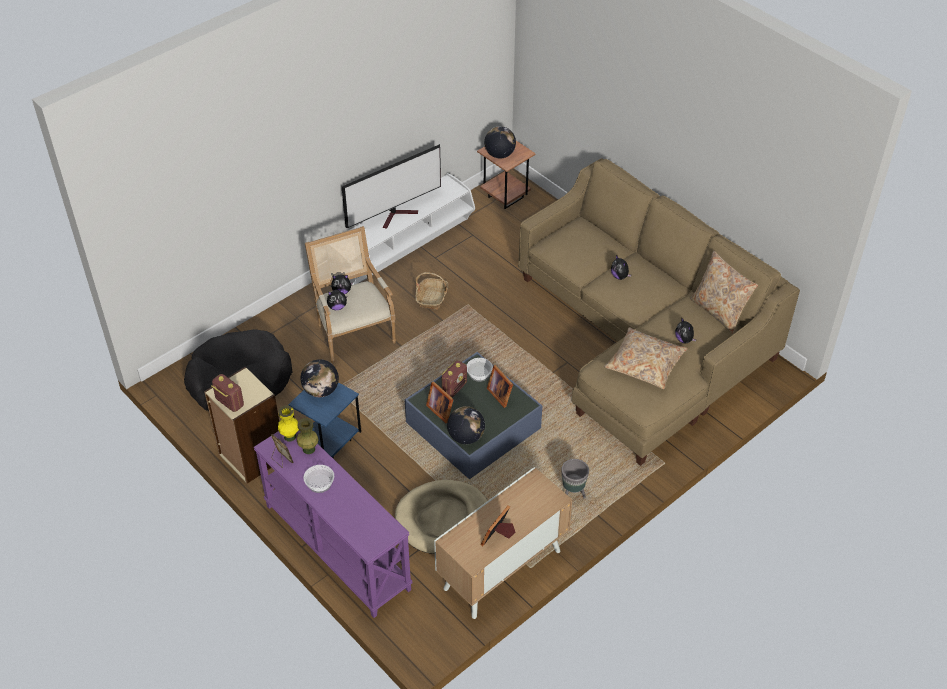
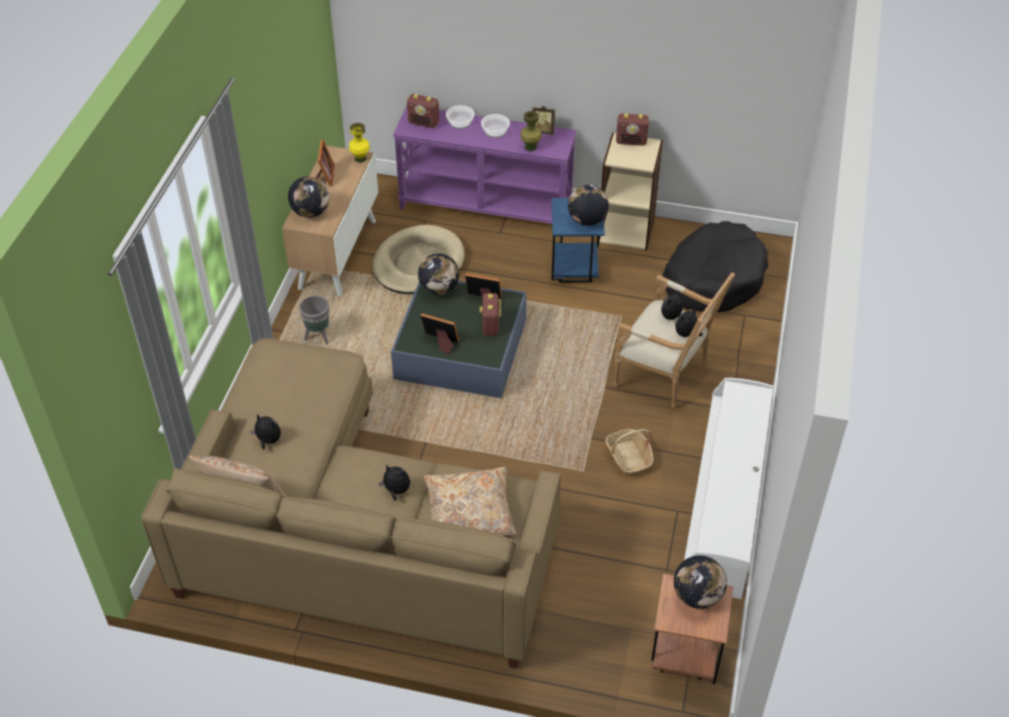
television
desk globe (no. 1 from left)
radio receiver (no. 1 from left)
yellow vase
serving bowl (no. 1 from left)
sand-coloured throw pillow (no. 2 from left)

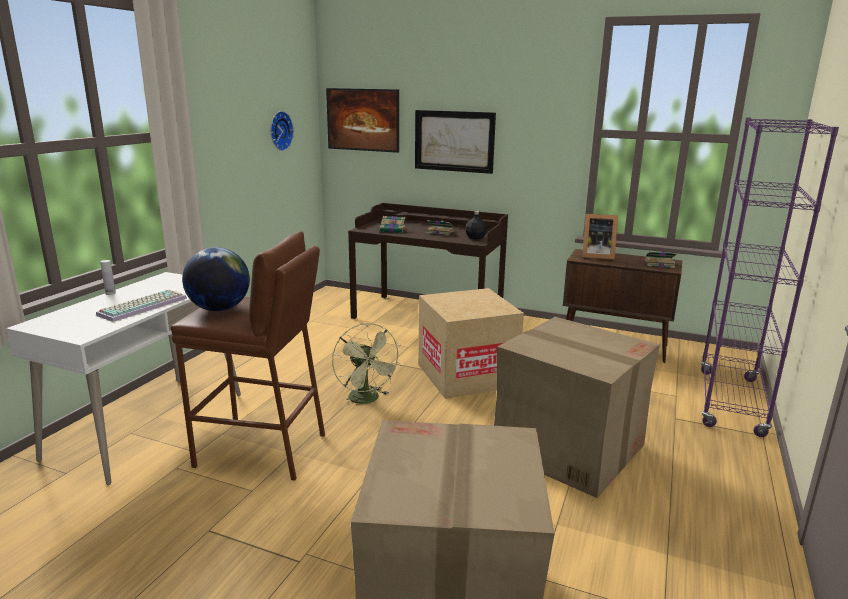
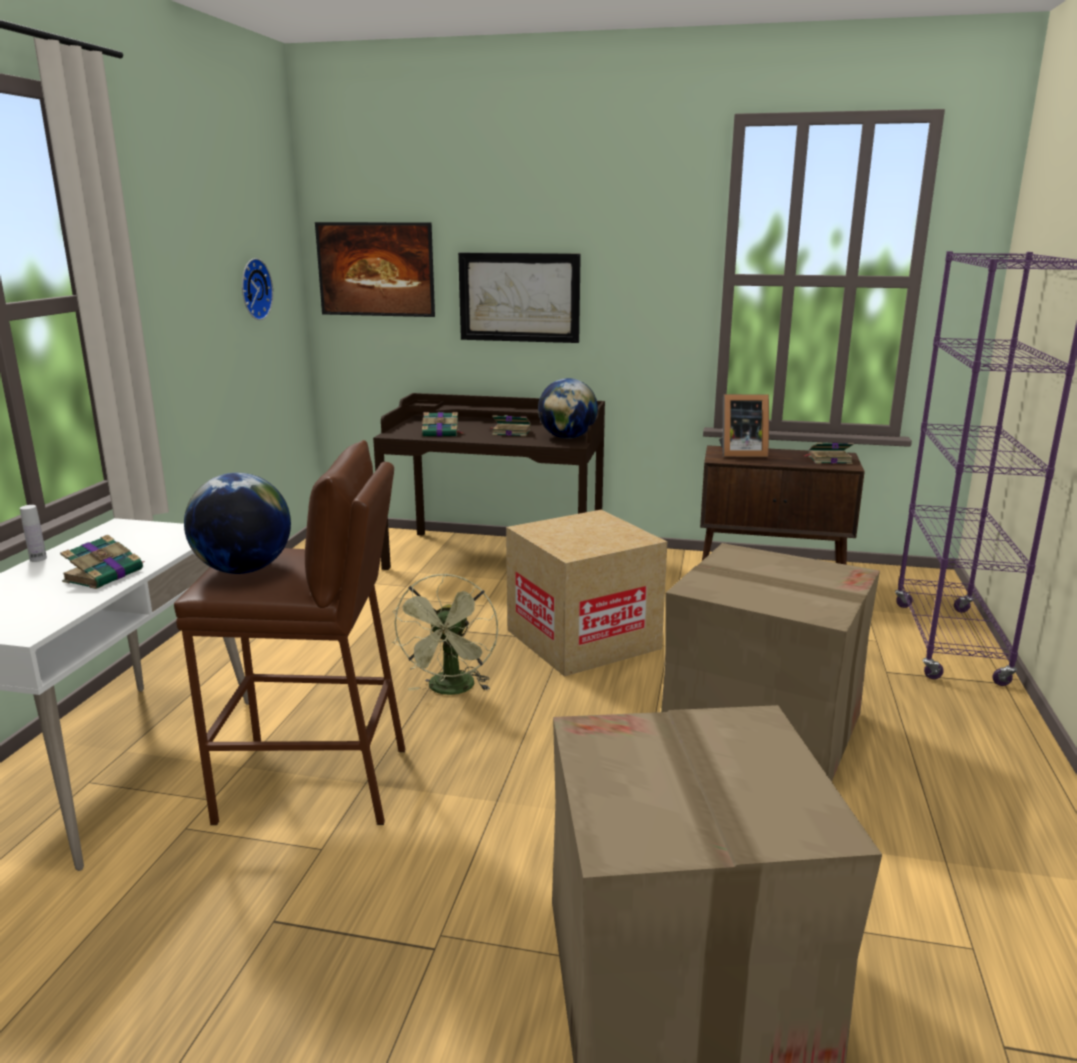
book (no. 1 from left)
desk globe (no. 2 from left)
green-coloured fan

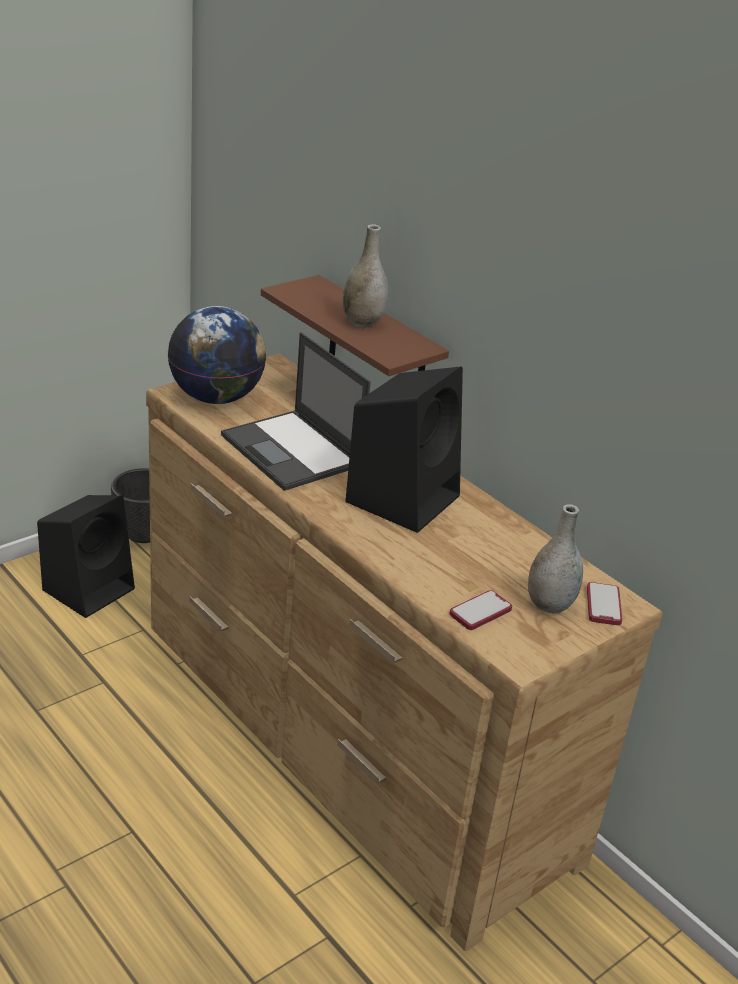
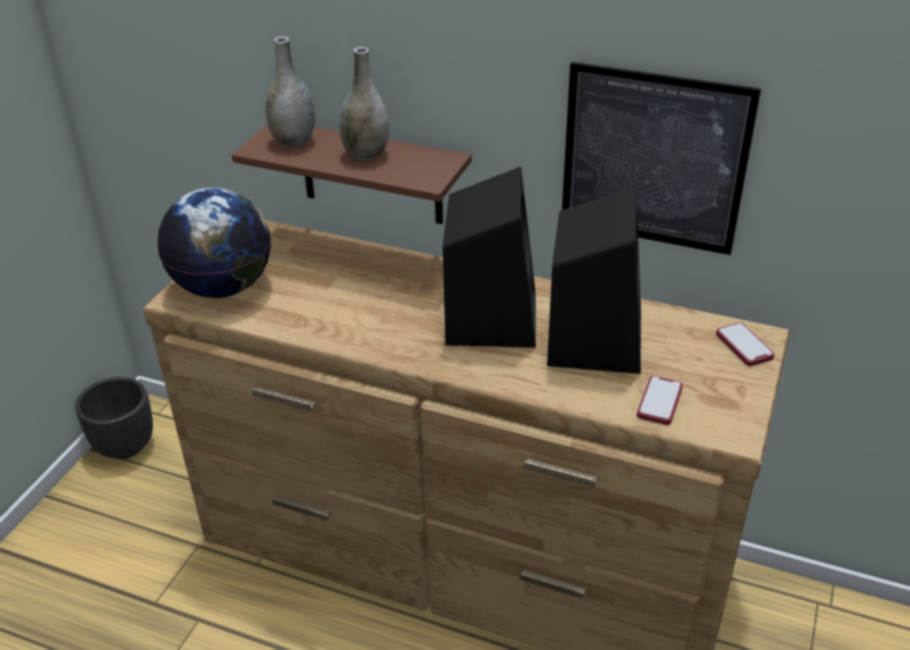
laptop
wall art
black-coloured speaker (no. 2 from left)
grey vase (no. 1 from left)

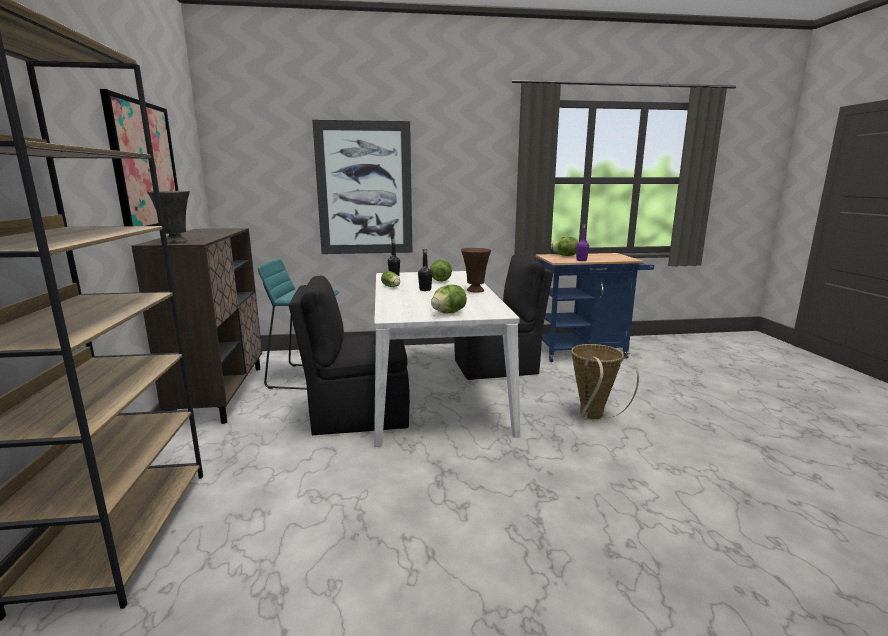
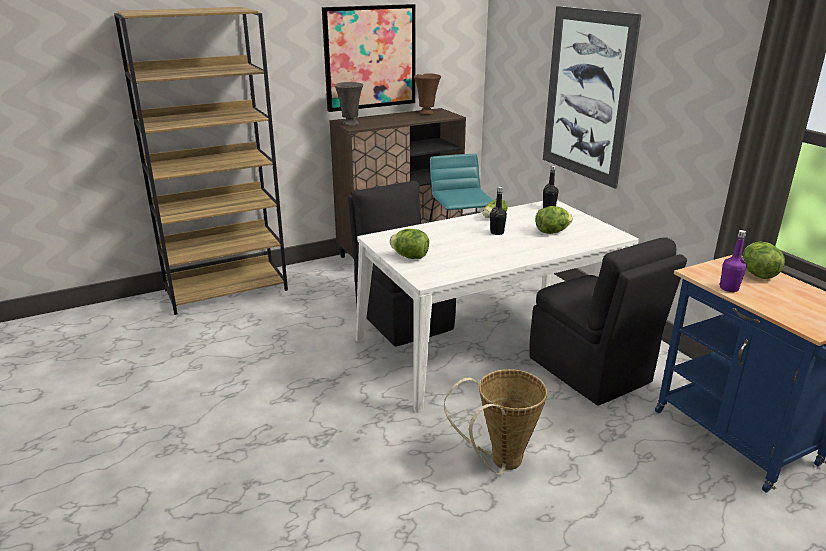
brownish vase

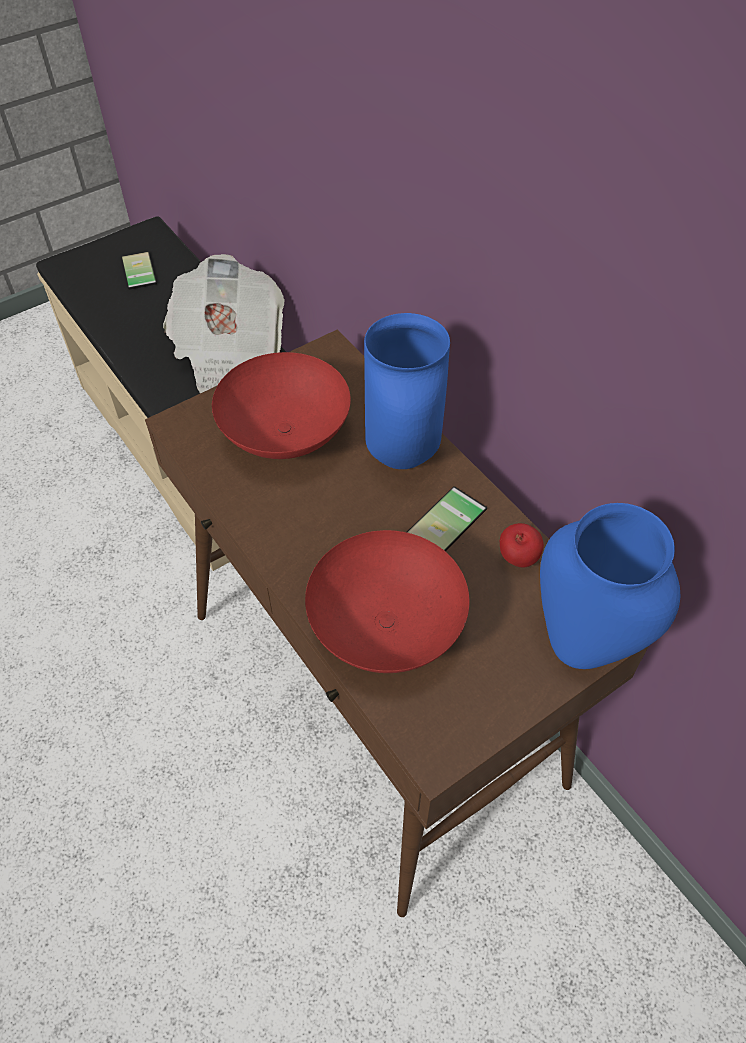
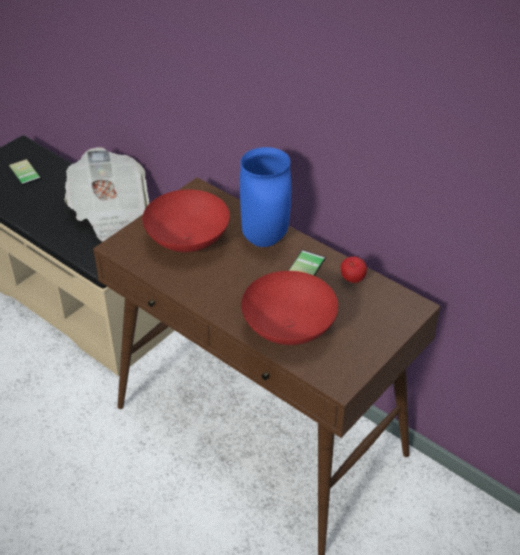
blue vase (no. 2 from left in the first image)

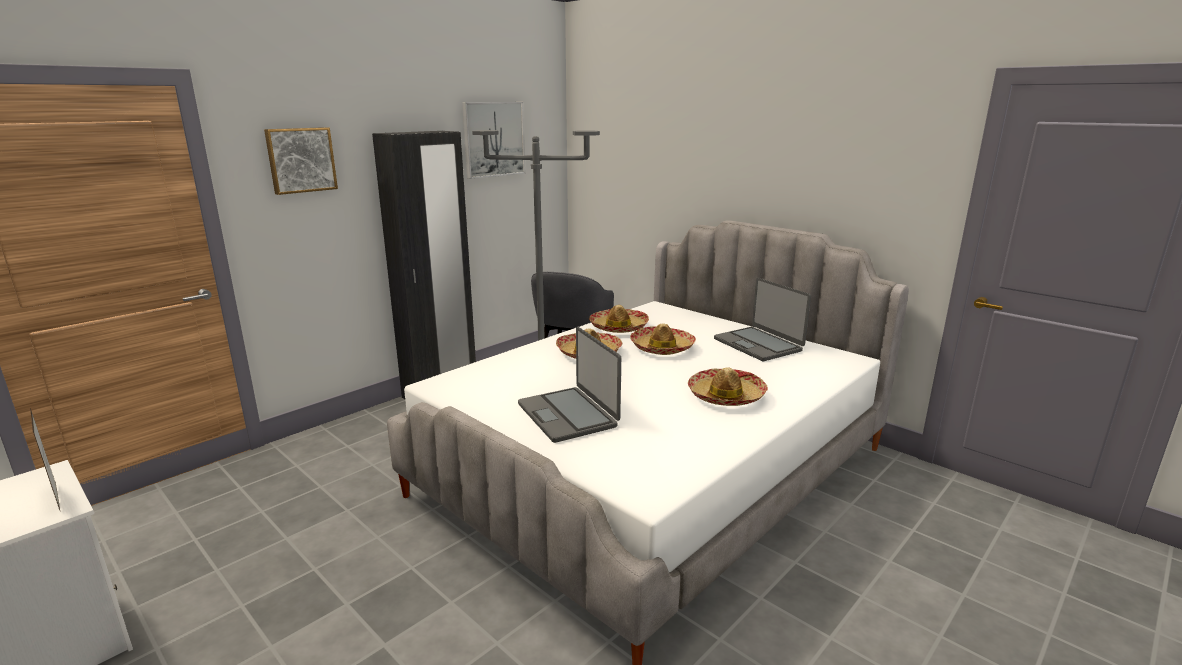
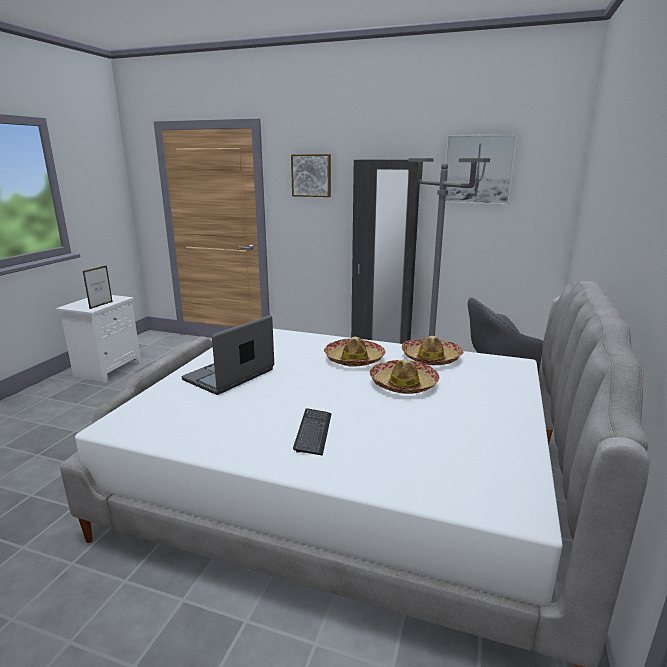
laptop (no. 2 from left in the first image)
keyboard

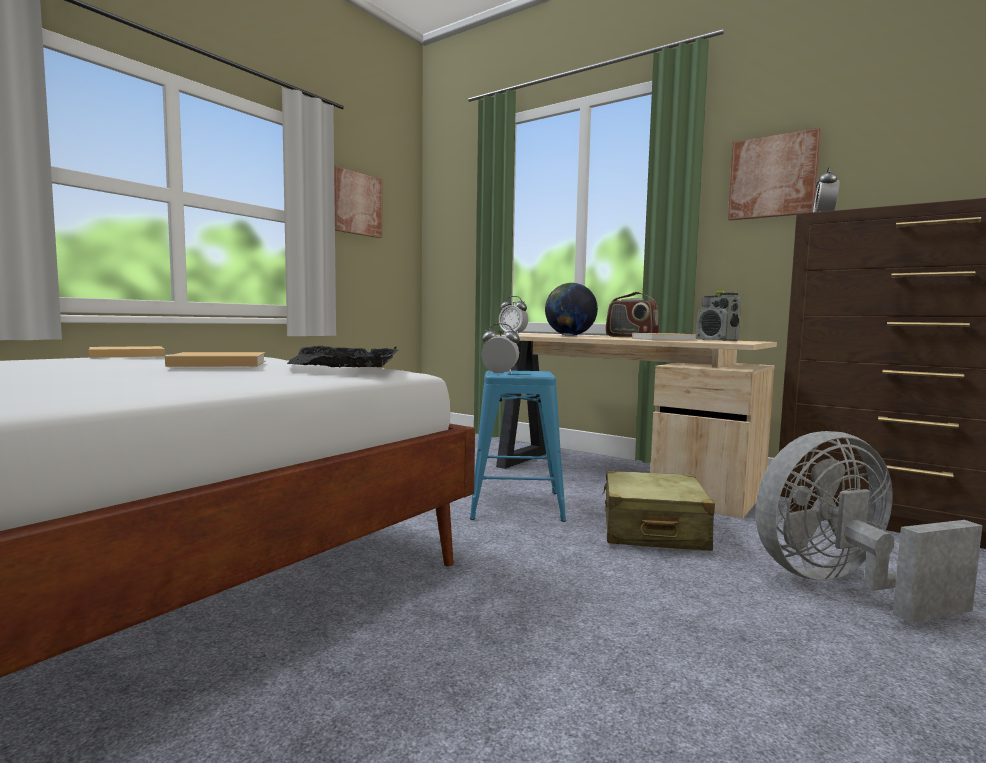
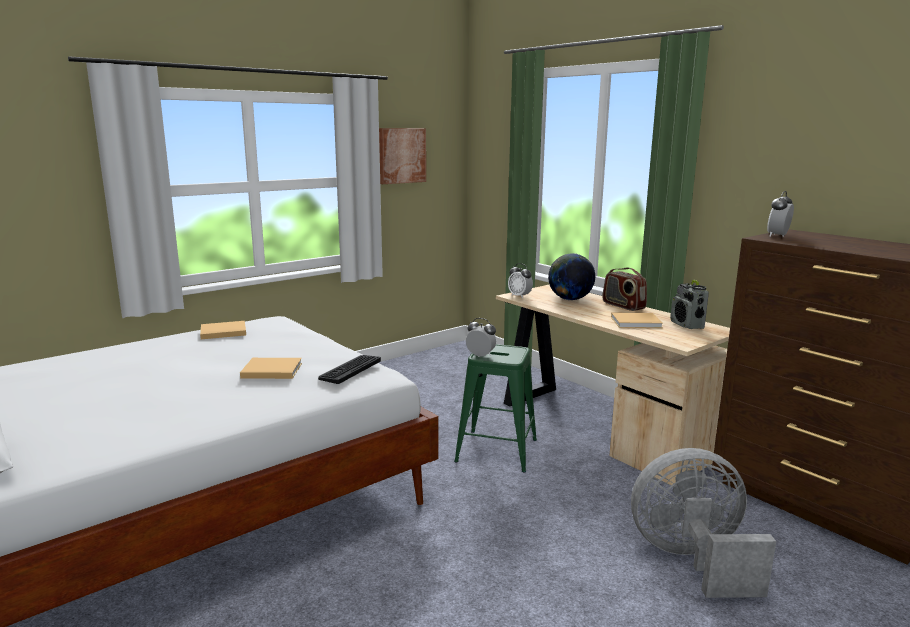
sand-coloured piece of luggage
wall art (no. 2 from left in the first image)
keyboard
green-coloured stool

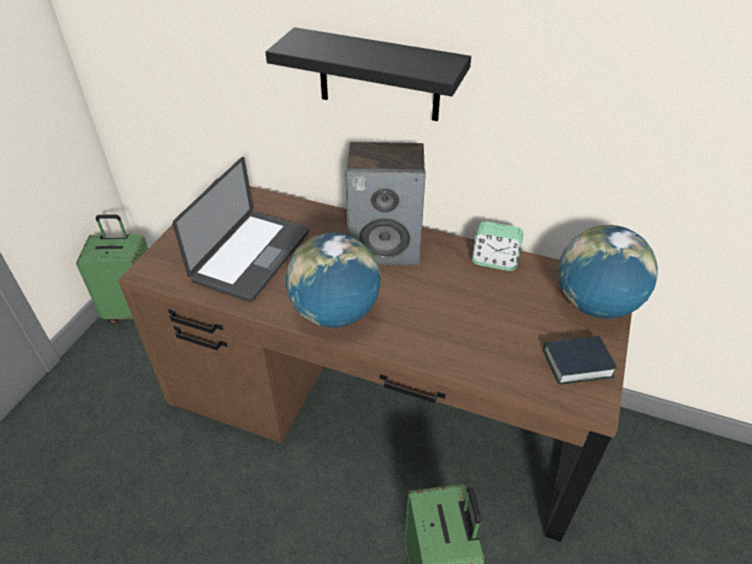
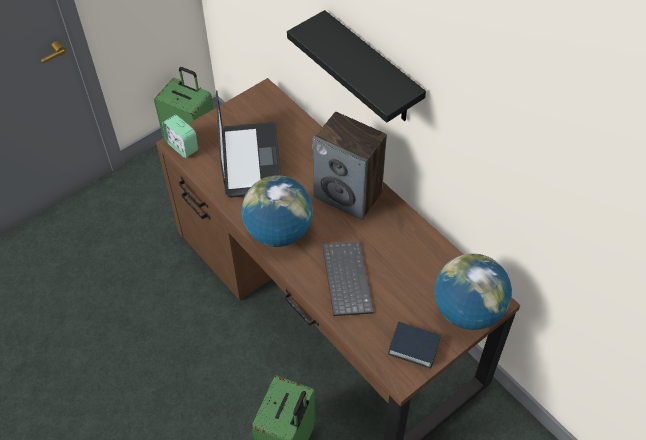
keyboard
table clock
laptop

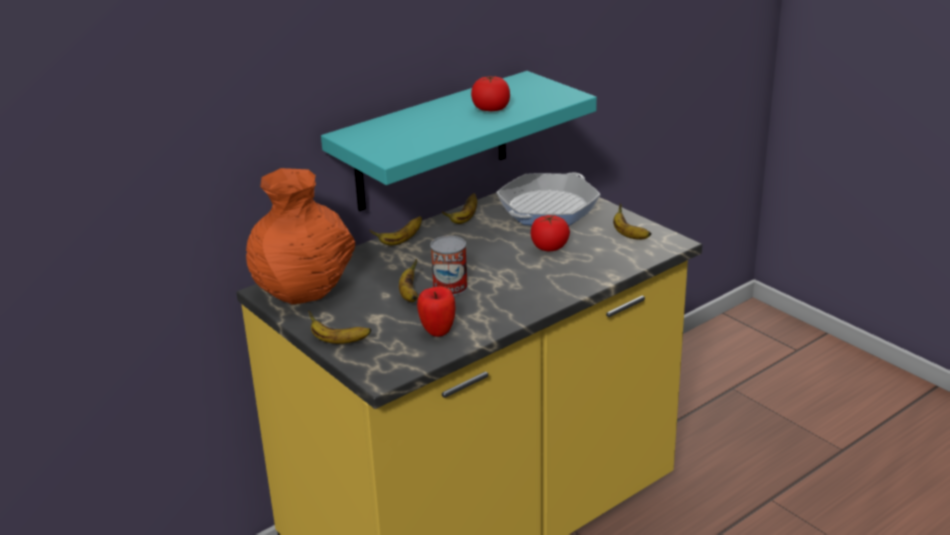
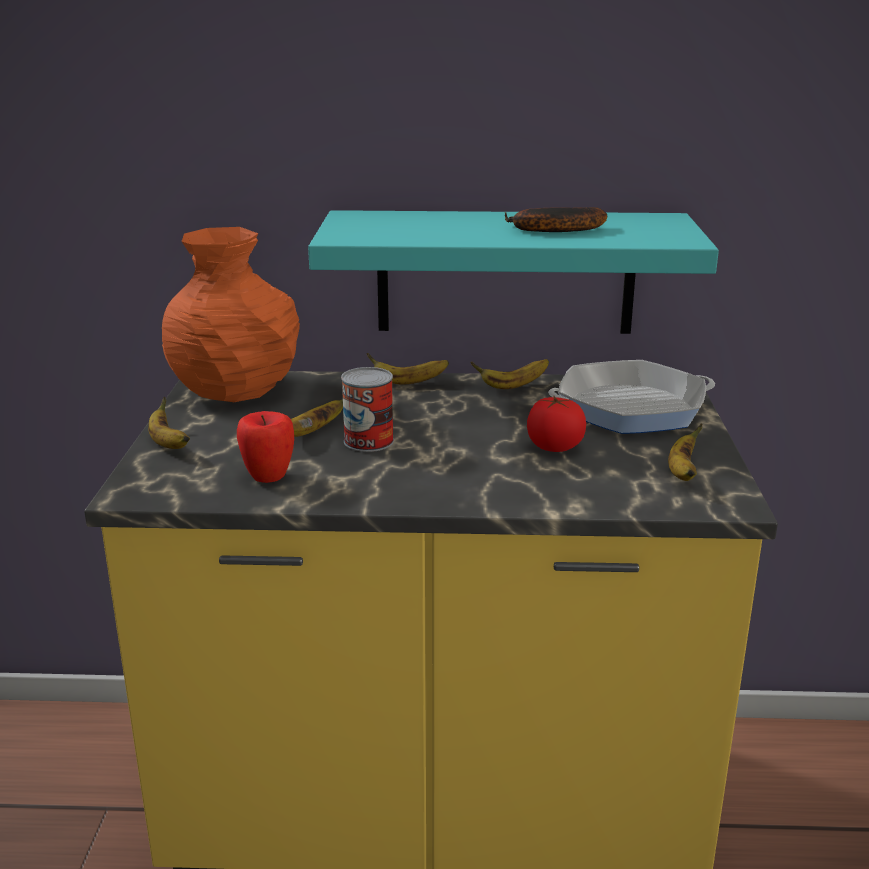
banana (no. 5 from left)

